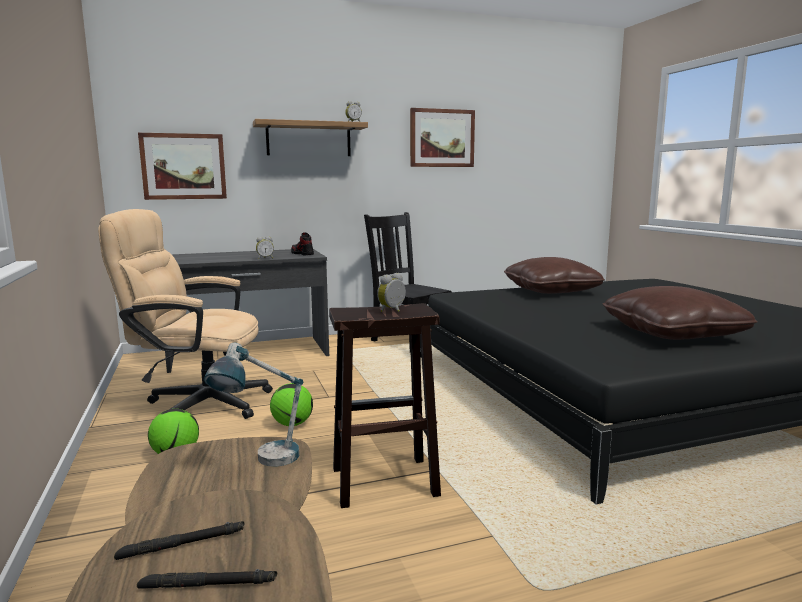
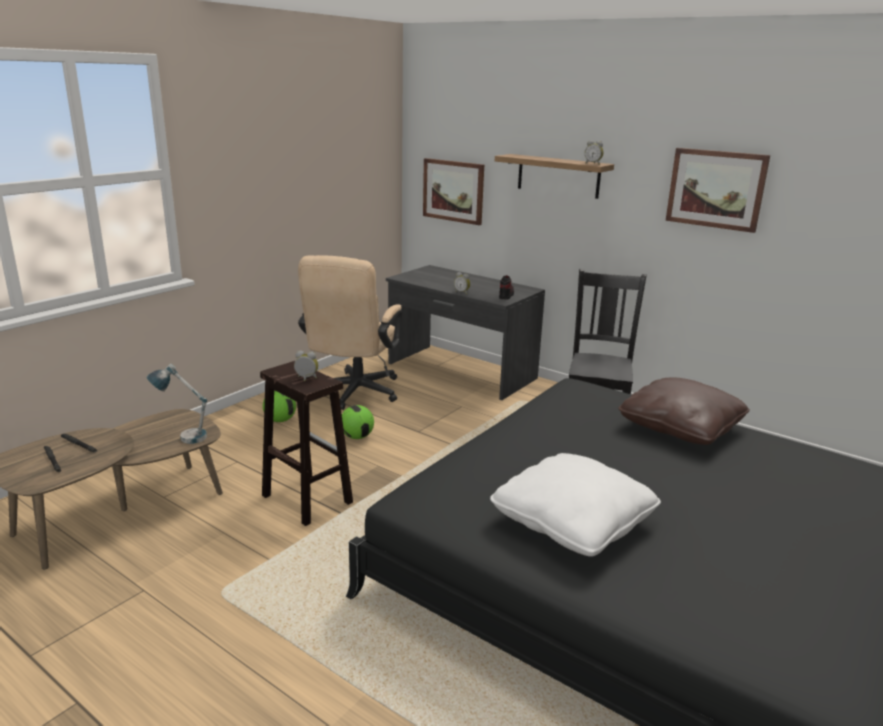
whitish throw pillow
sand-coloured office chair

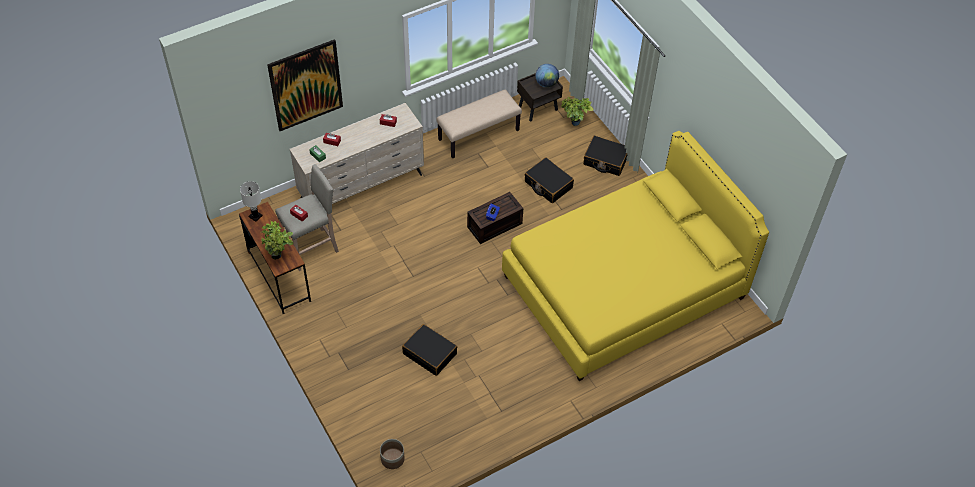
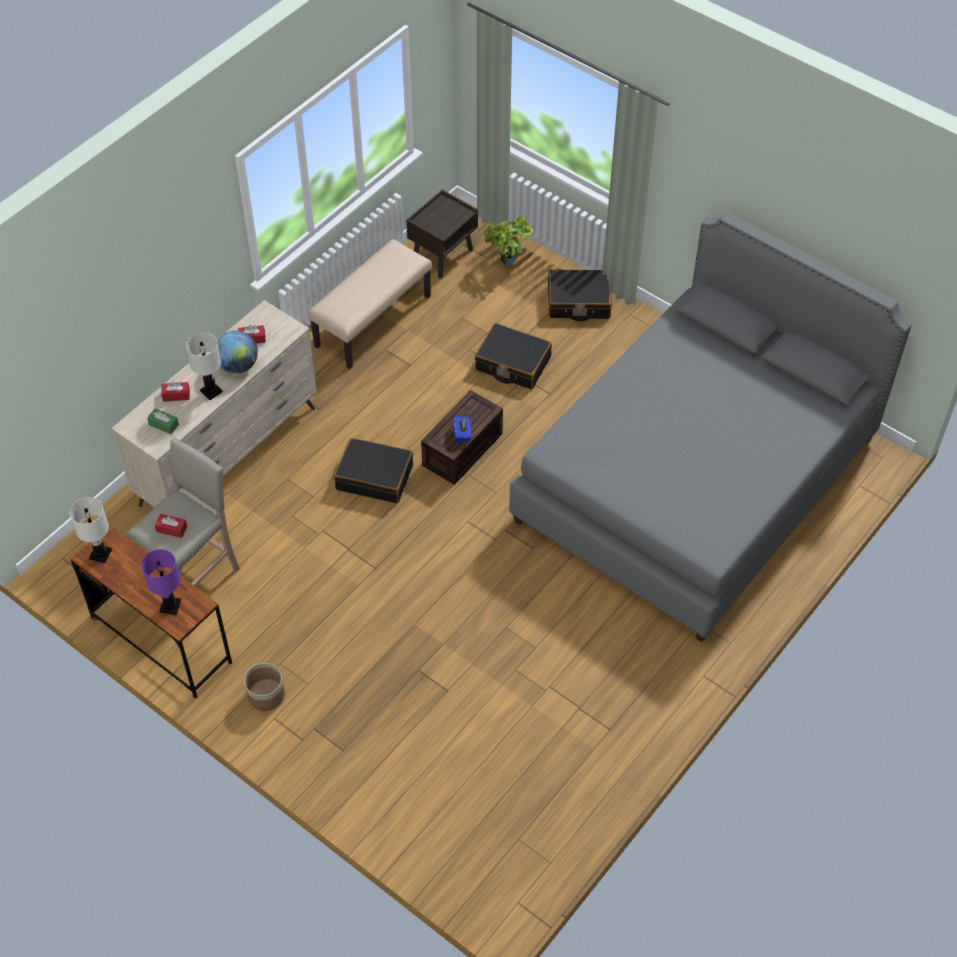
wall art
whitish lamp for a table (no. 2 from left)
flower pot
black-coloured piece of luggage (no. 1 from left)
desk globe
purplish lamp for a table
grey bed

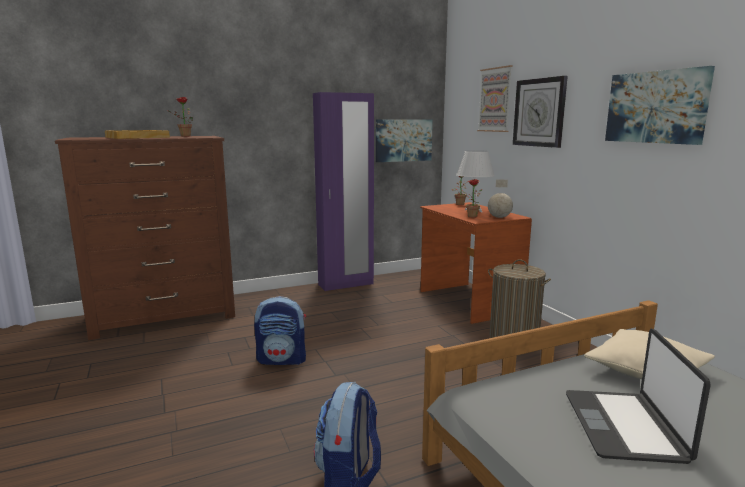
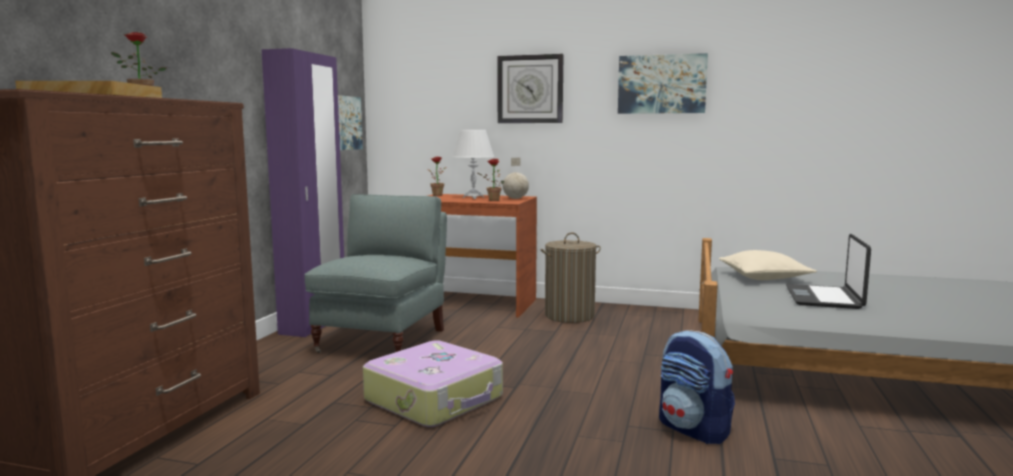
wall art (no. 2 from left in the first image)
grey lounge chair
piece of luggage
laptop

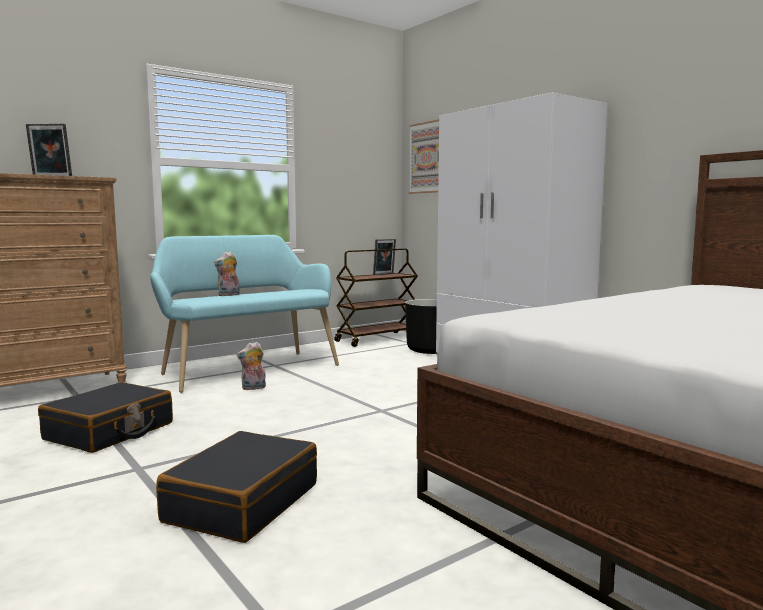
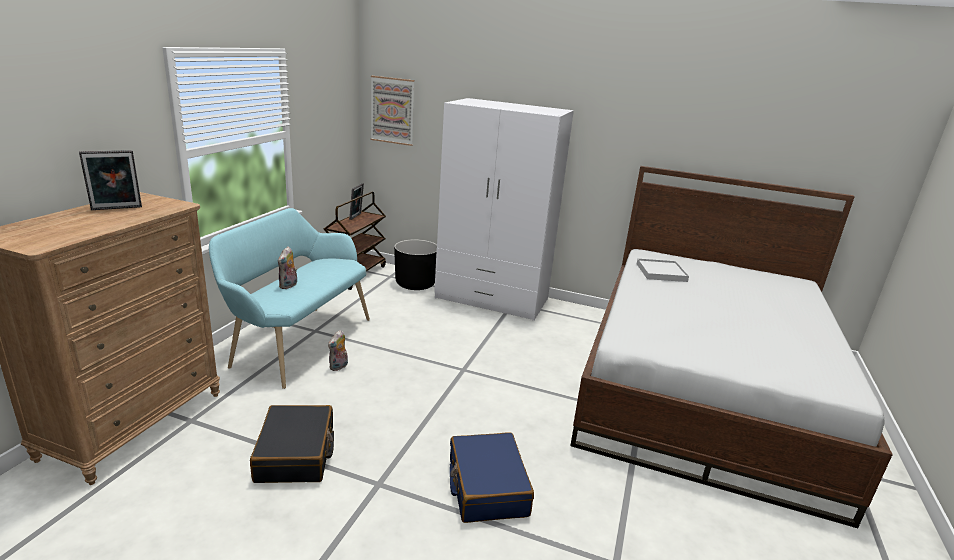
whitish carrying tray
blue piece of luggage

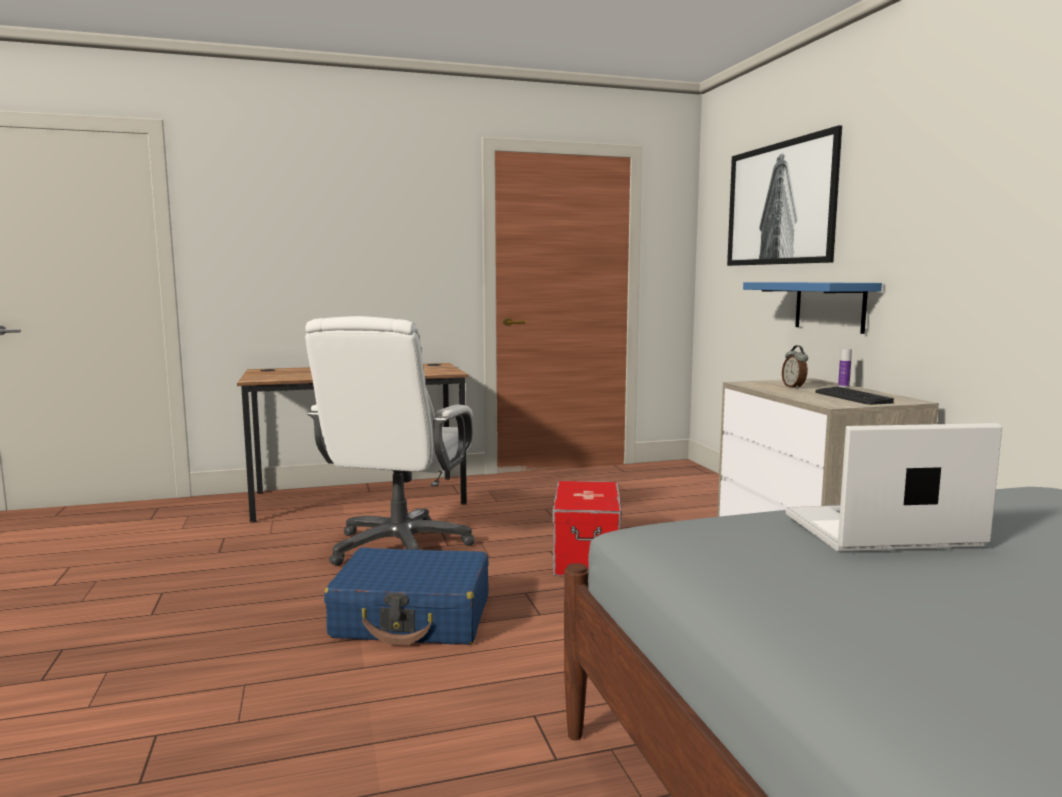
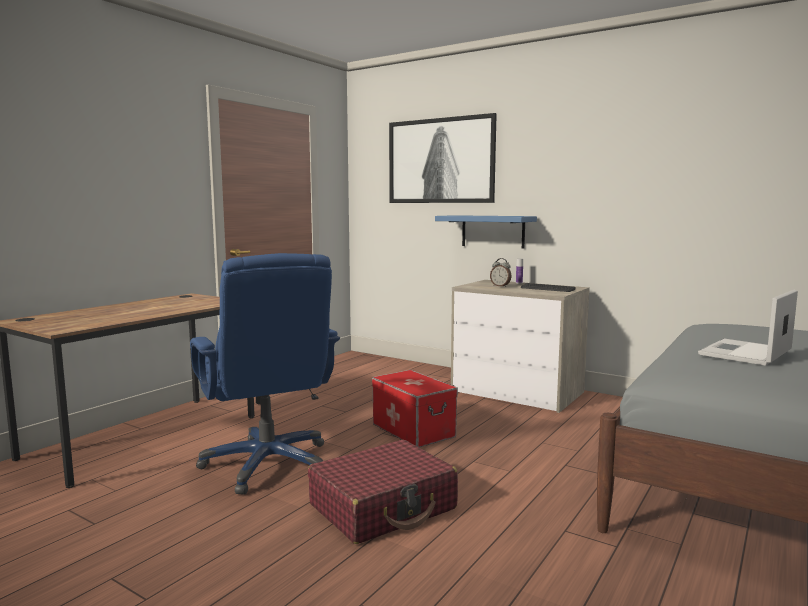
blue office chair
red-coloured piece of luggage

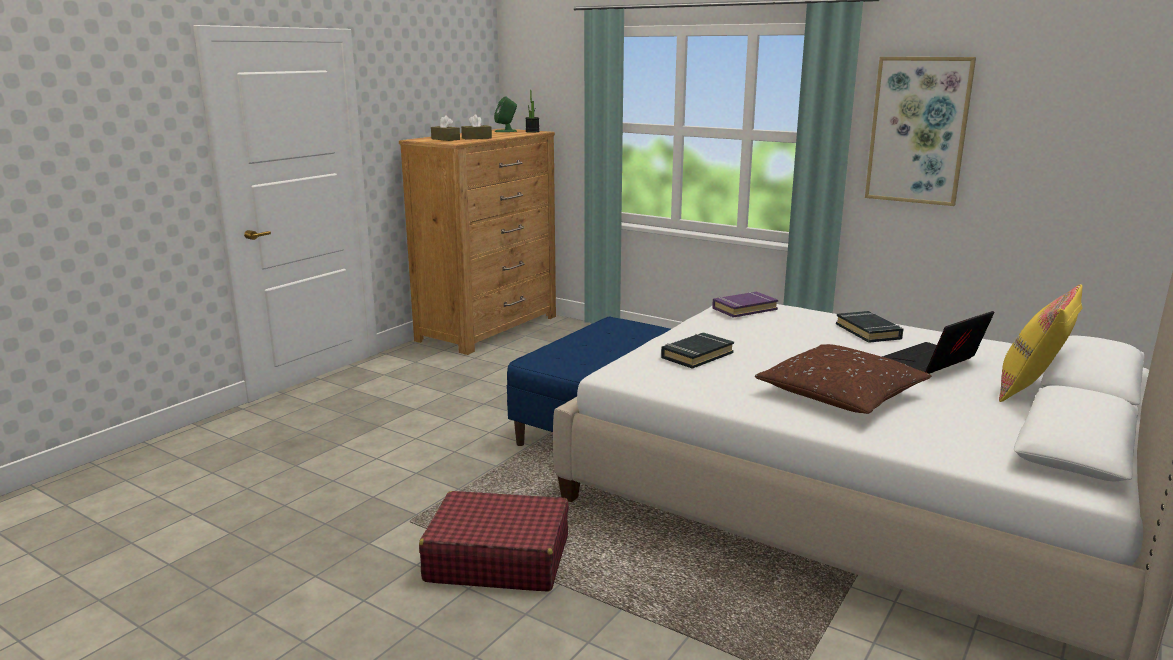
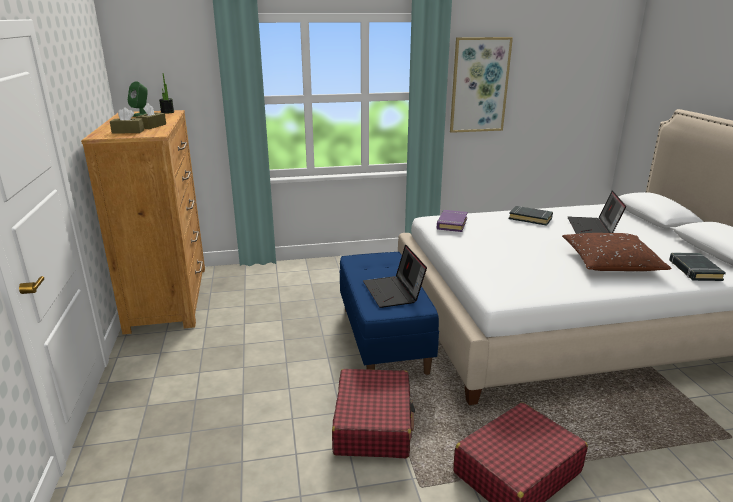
yellow throw pillow
red-coloured piece of luggage (no. 1 from left)
laptop (no. 1 from left)
black-coloured book (no. 2 from left)

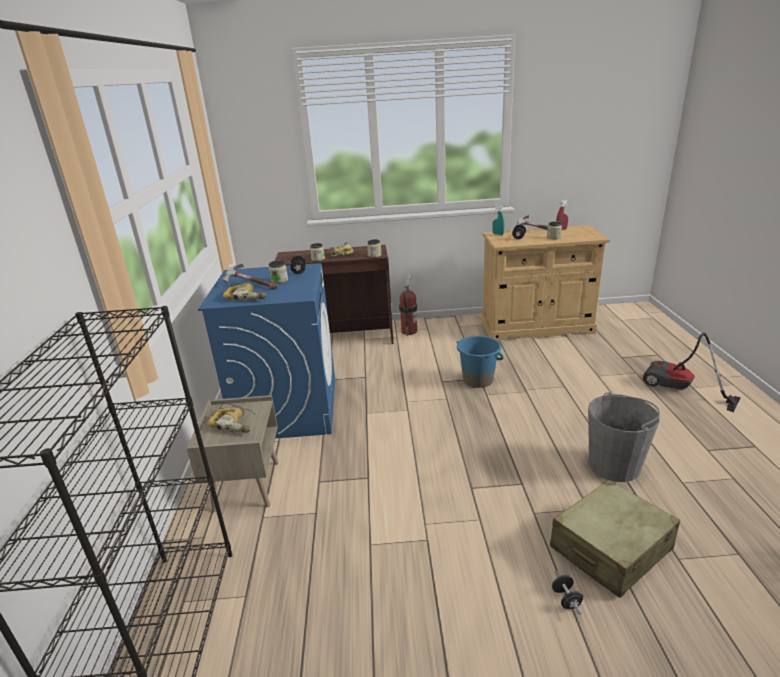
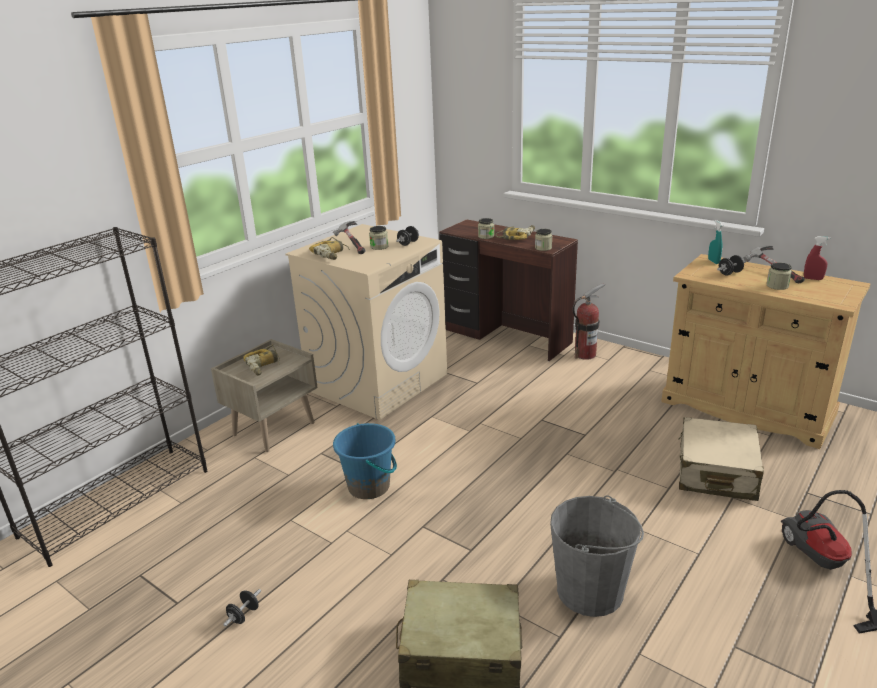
sand-coloured piece of luggage (no. 2 from left)
blue pail
black-coloured hand weight (no. 1 from left)
sand-coloured washing machine

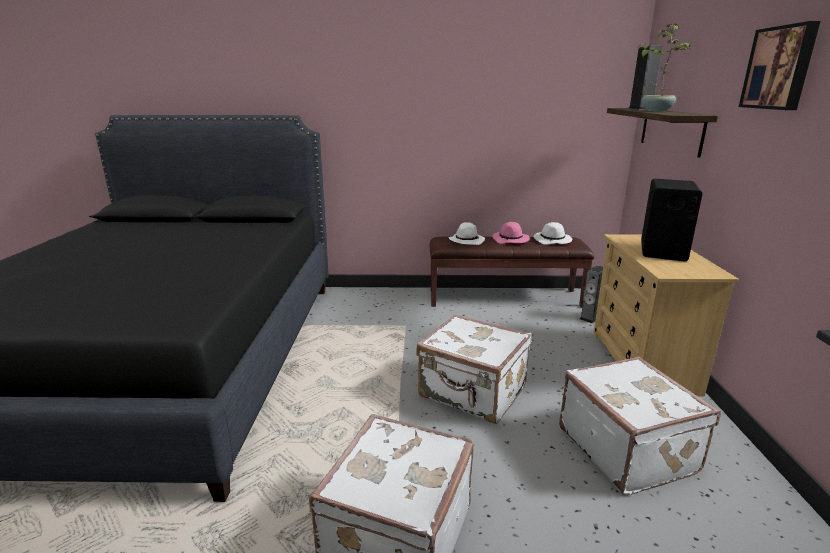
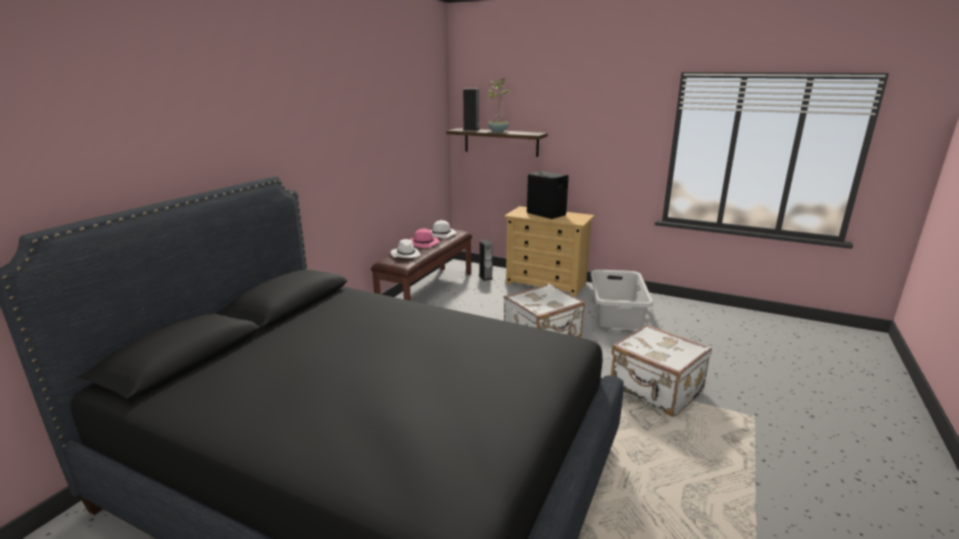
wall art
grey hamper

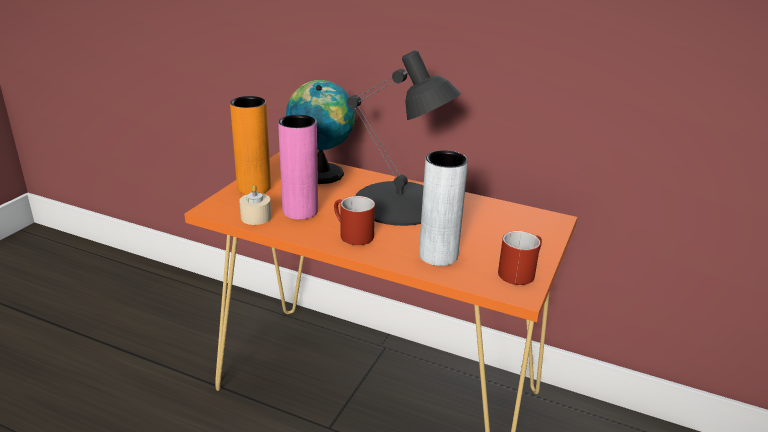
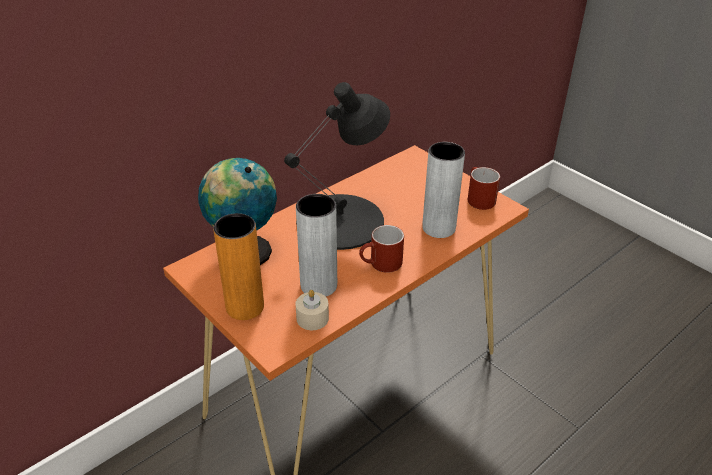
grey vase (no. 1 from left)

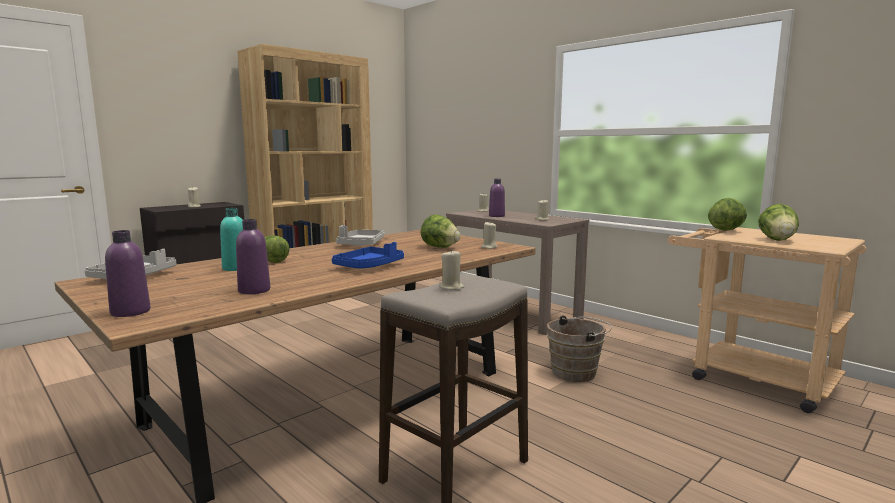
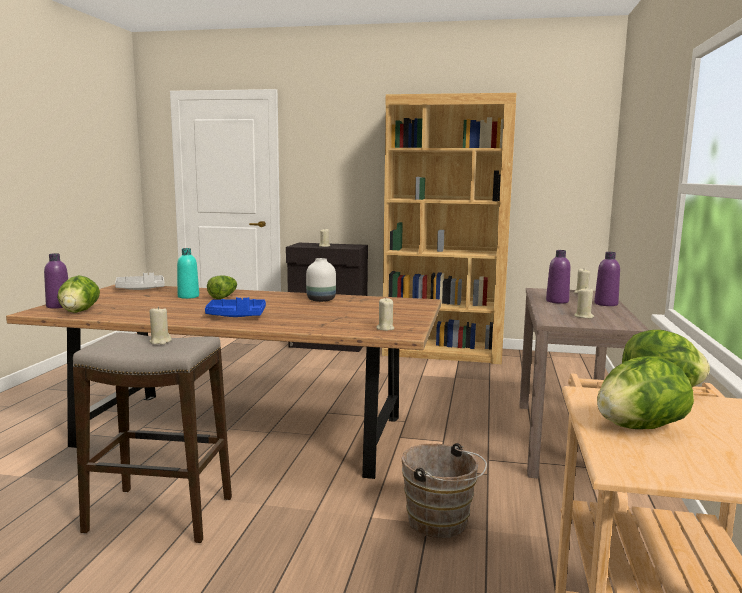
purplish drink bottle (no. 3 from left)
lettuce (no. 1 from left)
whitish vase

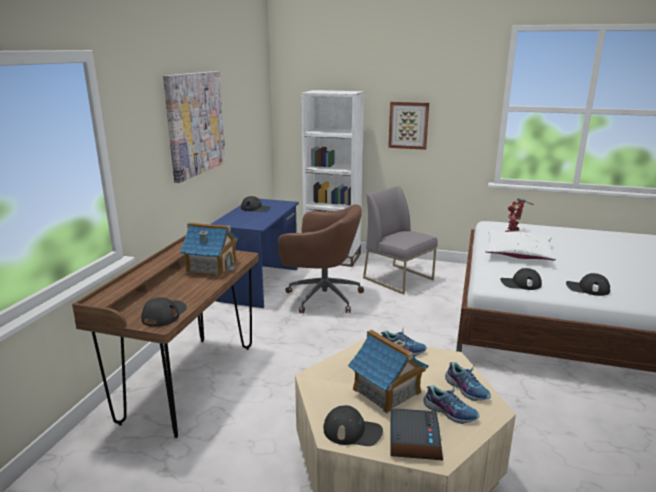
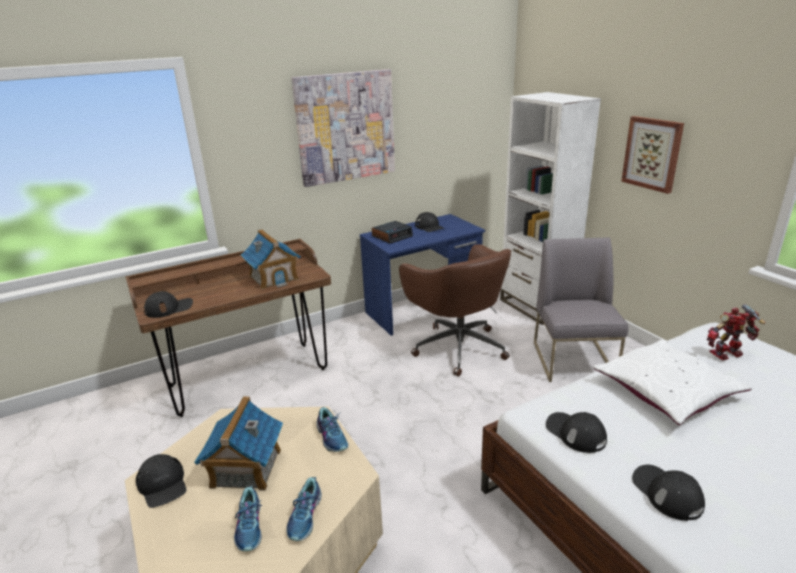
table clock

